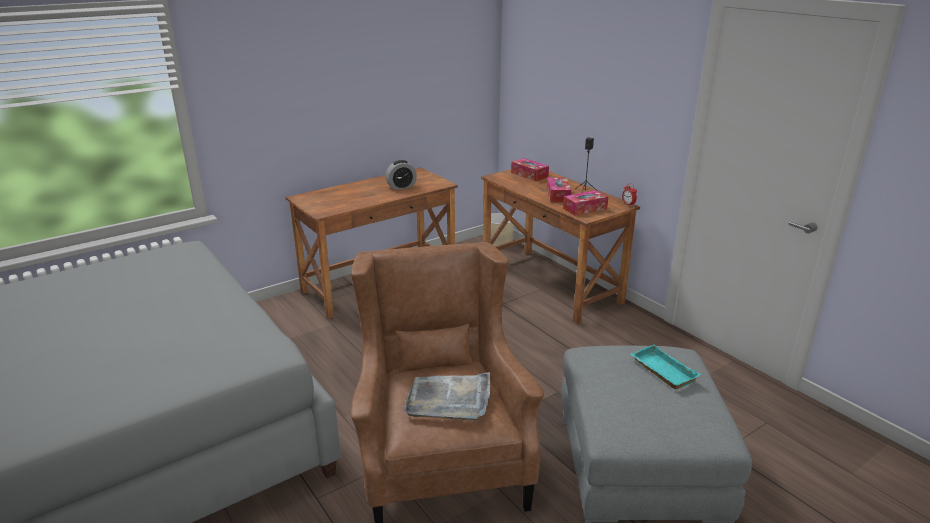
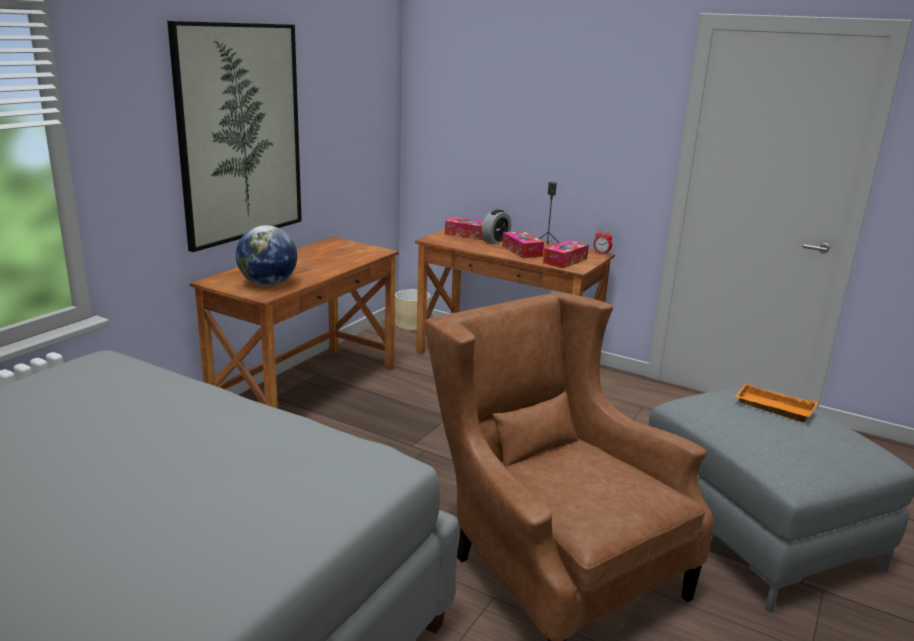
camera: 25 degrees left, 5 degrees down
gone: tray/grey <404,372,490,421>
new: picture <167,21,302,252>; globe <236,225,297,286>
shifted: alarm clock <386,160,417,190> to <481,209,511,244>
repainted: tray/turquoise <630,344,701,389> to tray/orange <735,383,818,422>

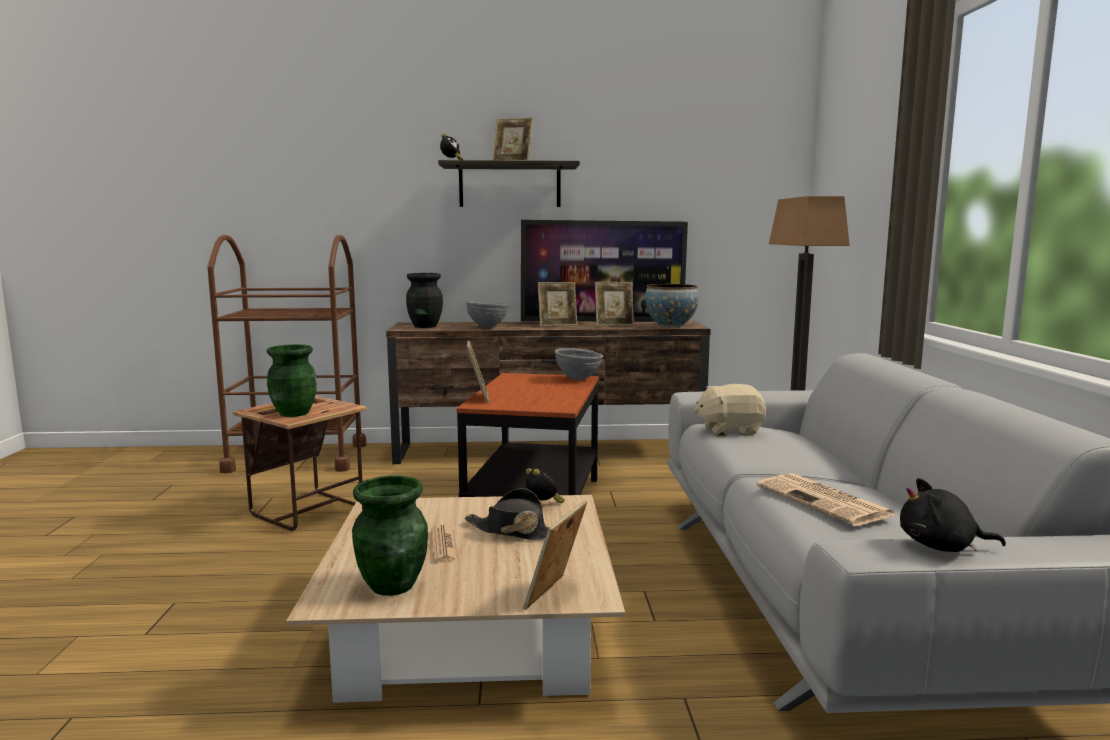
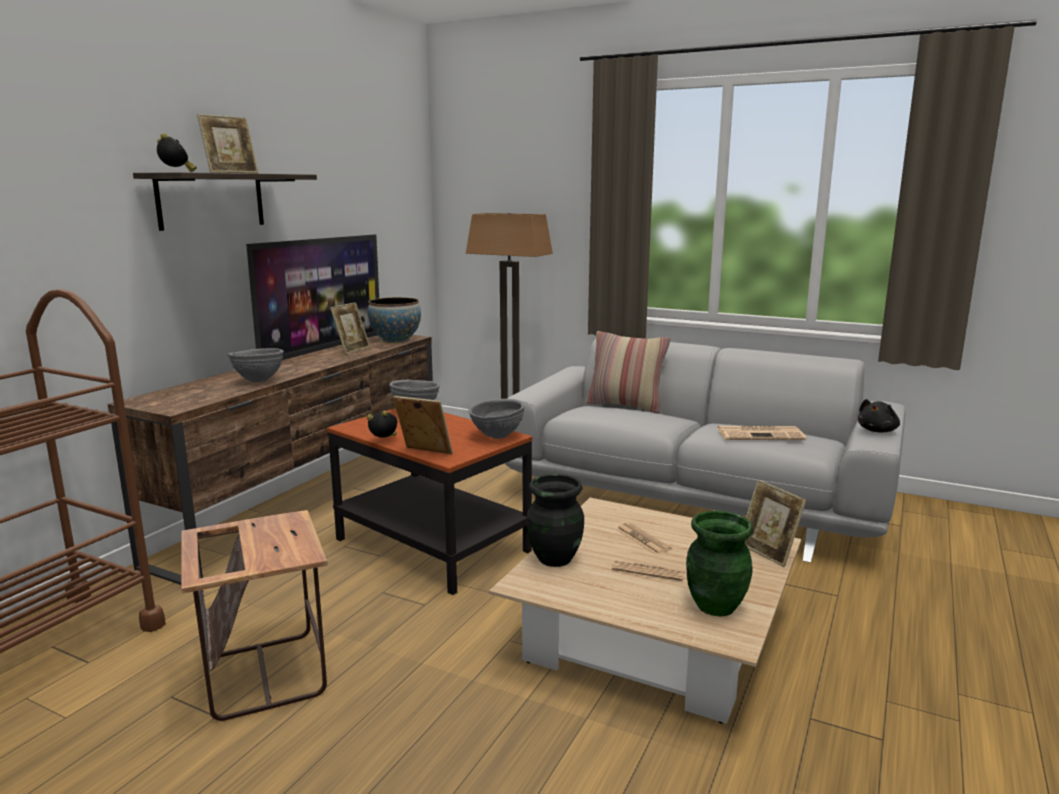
camera: 60 degrees left, 5 degrees up
gone: picture frame <538,282,578,327>; vase/green <267,344,317,417>; plush toy/beige <693,384,766,436>
new: pillow <586,331,670,414>; bowl/grey <468,399,525,439>
shifted: vase/black <406,273,443,328> to <527,474,584,567>; alarm clock <526,468,565,503> to <367,411,397,438>
swapped: hat/black <464,488,549,540> to newspaper <616,523,672,555>

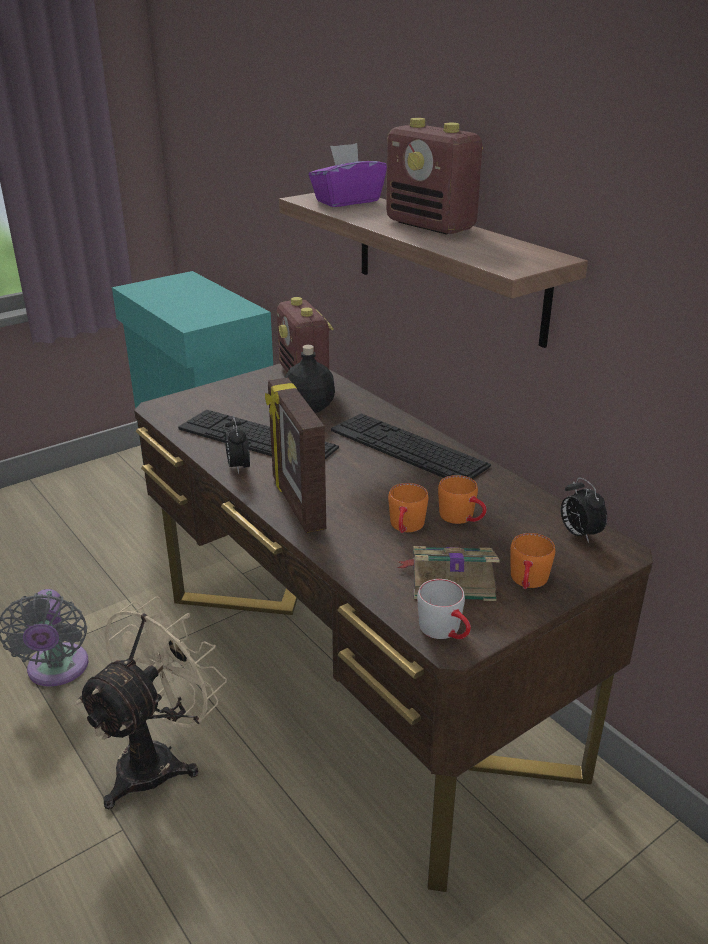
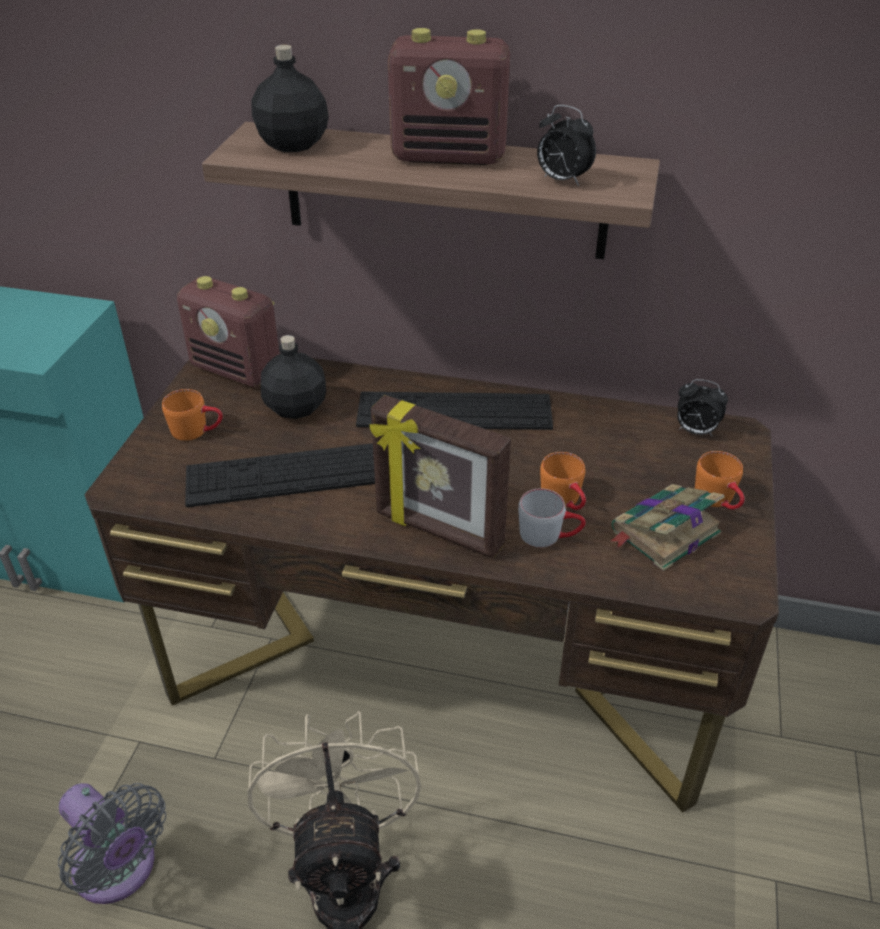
camera: 40 degrees left, 10 degrees up
shifted: alarm clock <225,415,250,474> to <537,105,596,186>; mug/orange <438,475,487,524> to <162,389,223,441>; mug/grey <417,579,471,639> to <518,488,586,547>
swapped: tissue box/purple <309,143,387,207> to bottle/black <252,45,329,152>

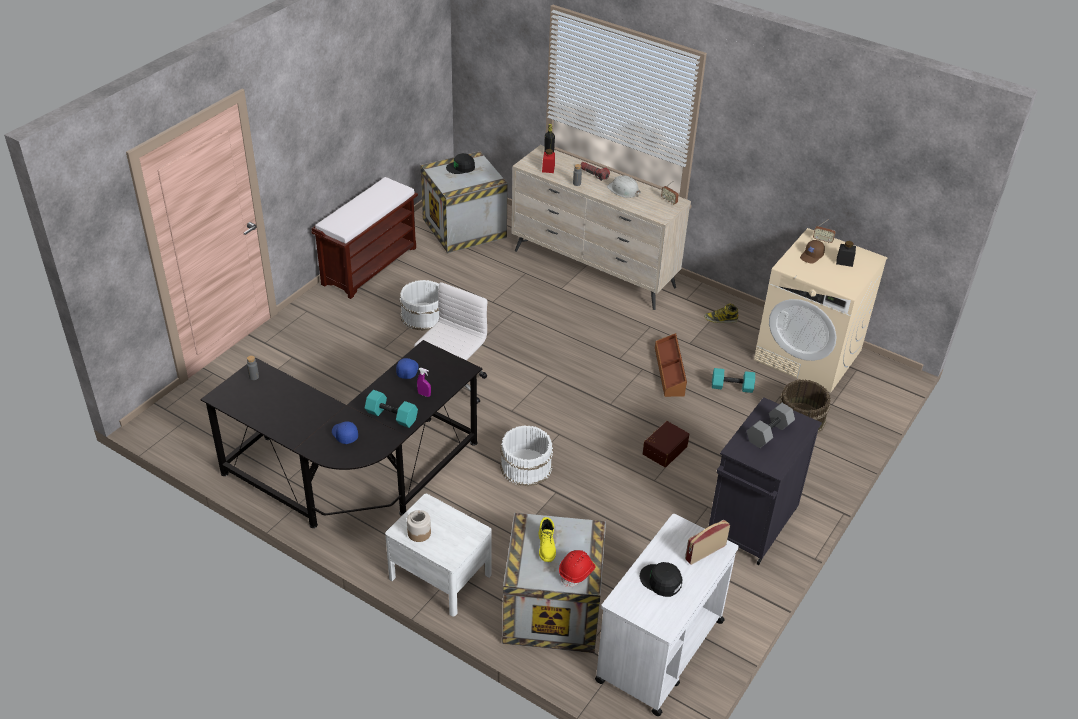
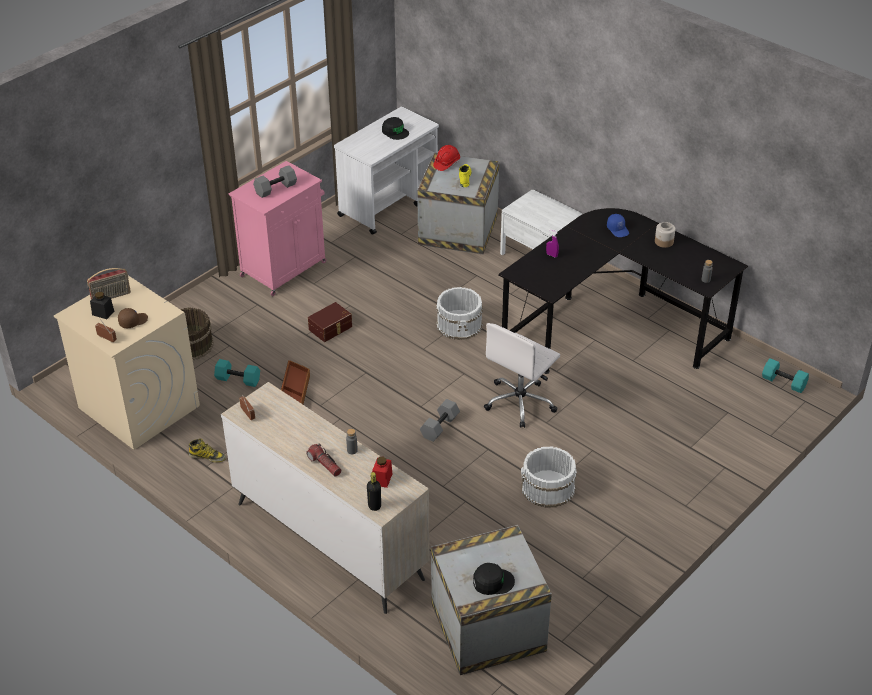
camera: 170 degrees left, 0 degrees up
gone: hard hat/white <607,175,641,198>; bench/brown <311,177,418,299>; cap/blue <396,358,419,379>
new: dumbbell/grey <420,399,460,442>
shifted: dumbbell/turquoise <365,390,418,428> to <762,358,809,393>; jar <407,510,431,542> to <655,222,676,248>; radio <685,520,730,565> to <87,268,131,300>
repainted: cabinet/black <708,397,822,565> to cabinet/pink <229,161,326,296>

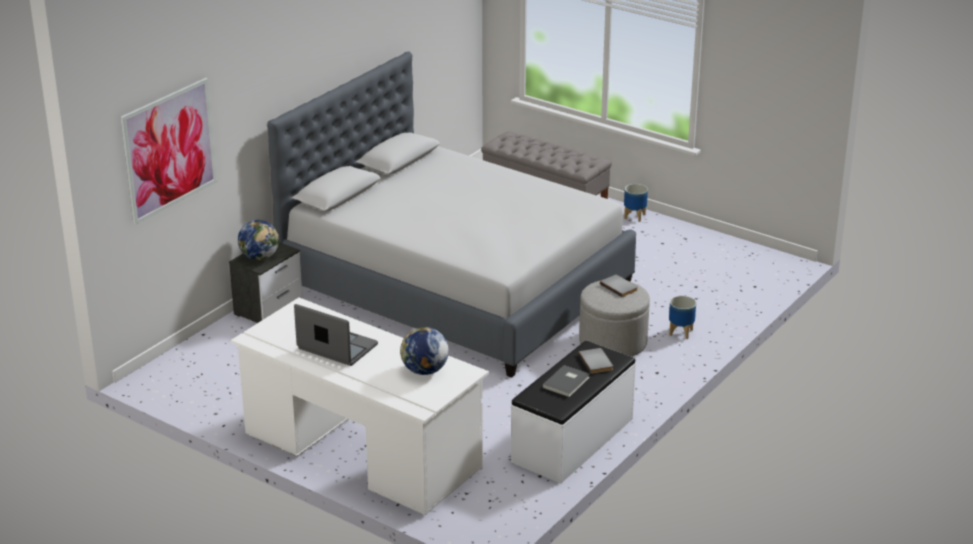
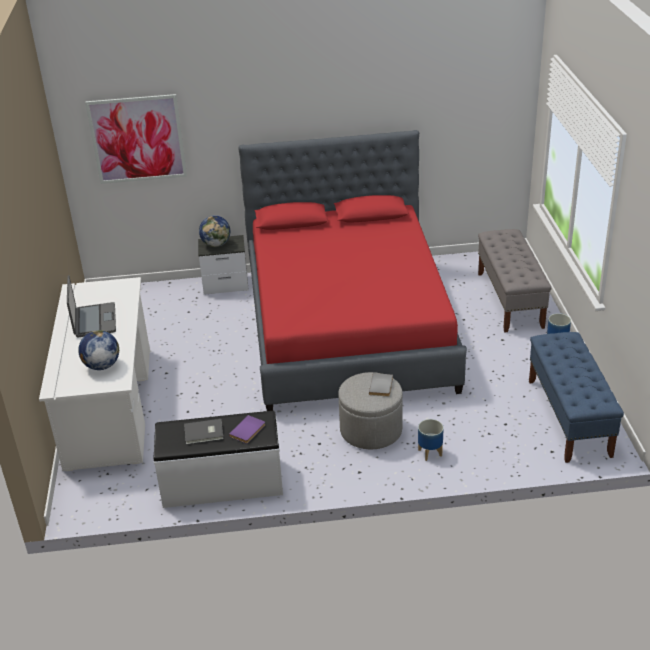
camera: 50 degrees right, 5 degrees up
new: bench/blue <529,332,624,463>
repainted: bed/grey <267,52,636,378> to bed/red <238,130,467,411>; book/grey <579,348,613,374> to book/purple <229,415,265,444>

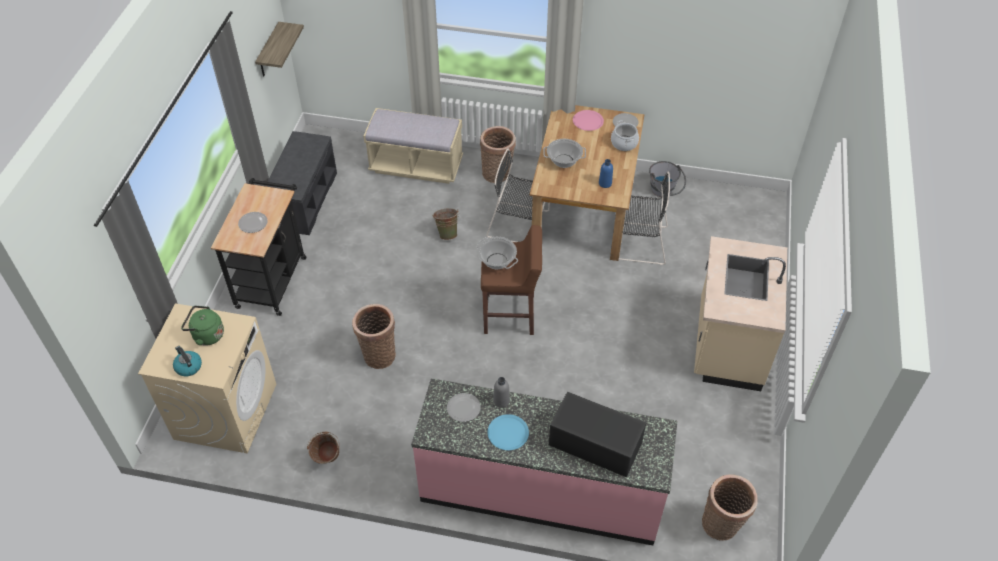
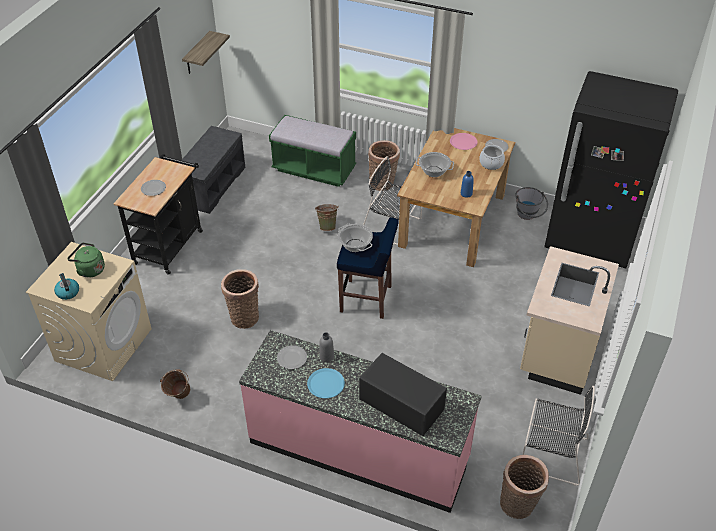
camera: 10 degrees right, 5 degrees down
new: fridge/black <544,71,678,268>
shifted: chair/black <615,172,670,265> to <522,386,595,486>
repainted: bench/beige <364,108,463,184> to bench/green <269,115,356,187>; stool/brown <481,225,542,335> to stool/blue <337,217,398,319>

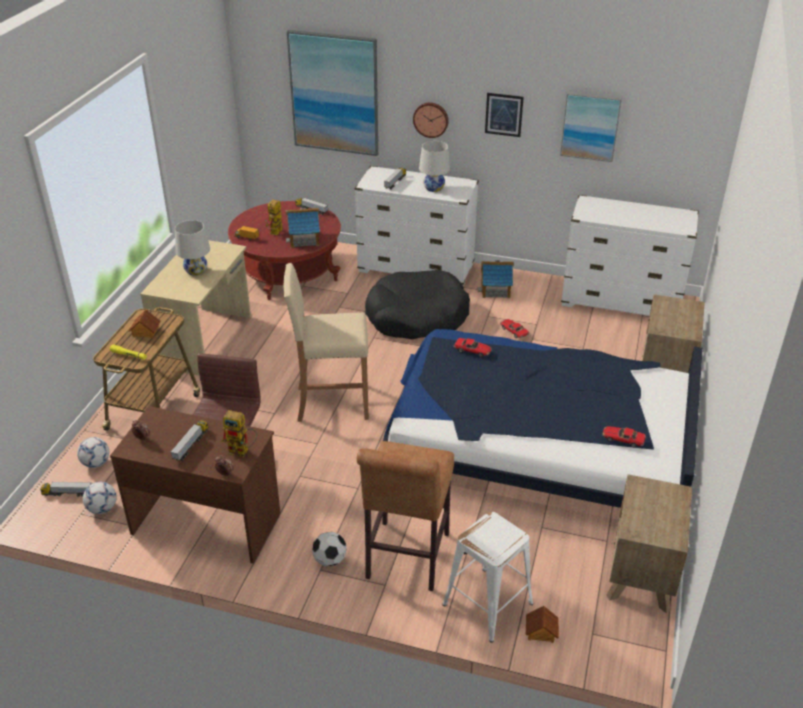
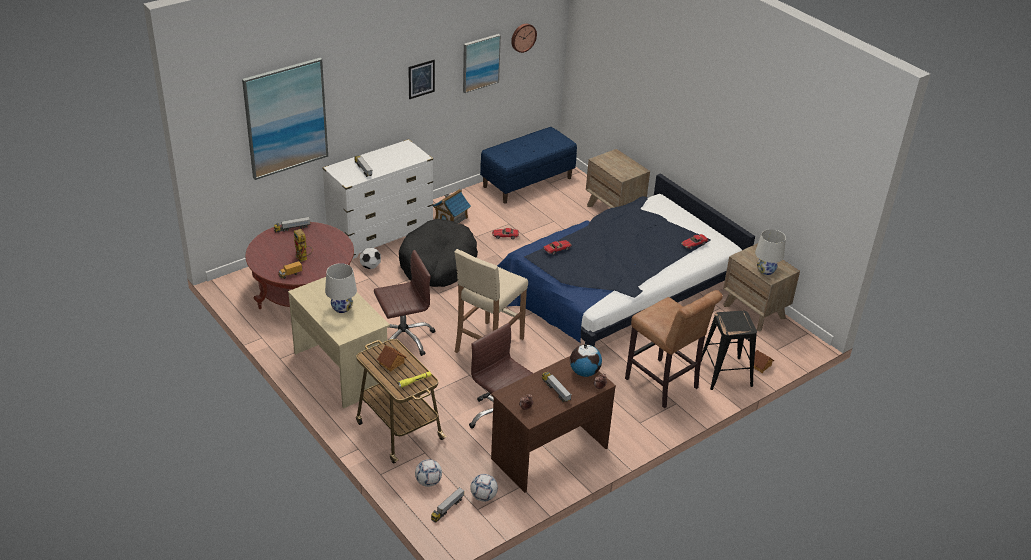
camera: 55 degrees left, 0 degrees up
gone: toy house <286,208,320,248>
new: office chair/brown <374,250,435,356>
shifted: wall clock <413,102,449,138> to <511,24,537,53>; table lamp/white <419,141,450,192> to <755,229,786,275>; football <312,532,347,567> to <360,247,381,269>
swapped: dresser/white <561,195,699,316> to bench/blue <480,127,577,204>; toy robot <222,410,257,457> to globe <570,344,602,377>
repainted: stool/white <443,511,533,643> to stool/black <701,311,757,390>

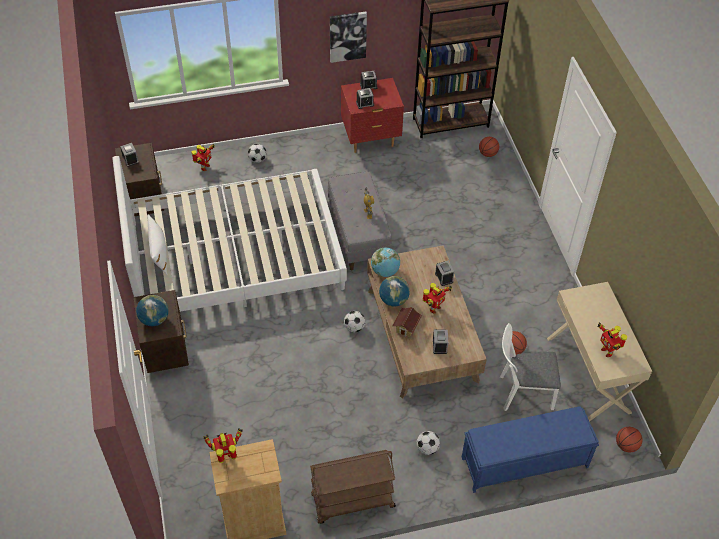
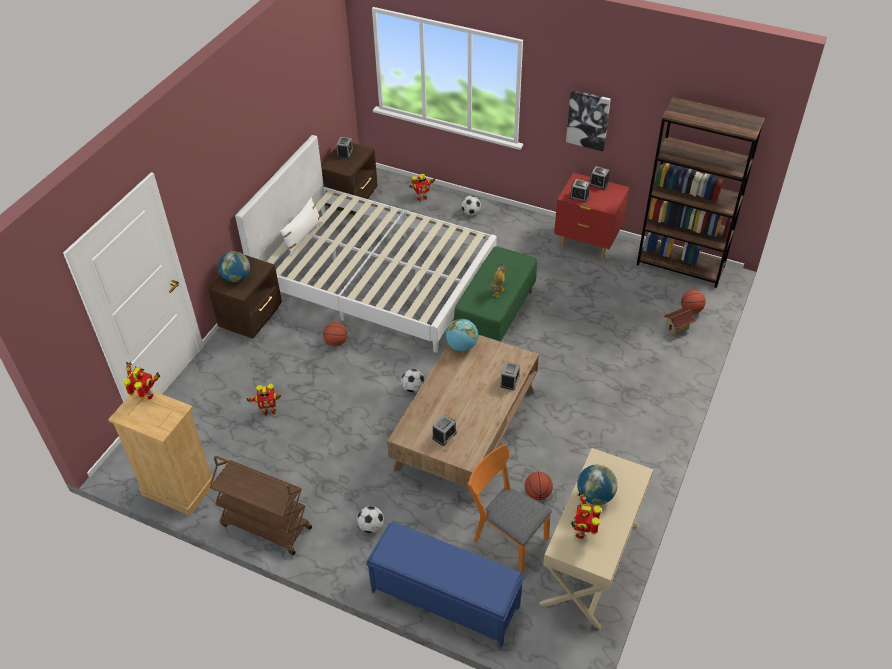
camera: 40 degrees right, 5 degrees down
shifted: globe <379,276,410,307> to <577,465,617,505>; toy robot <423,283,452,314> to <246,384,281,416>; toy house <392,307,422,337> to <664,308,696,335>; basketball <616,427,643,452> to <323,322,347,346>
repainted: bench/grey <328,171,392,270> to bench/green <454,246,537,342>; chair/white <500,323,561,411> to chair/orange <468,444,552,572>

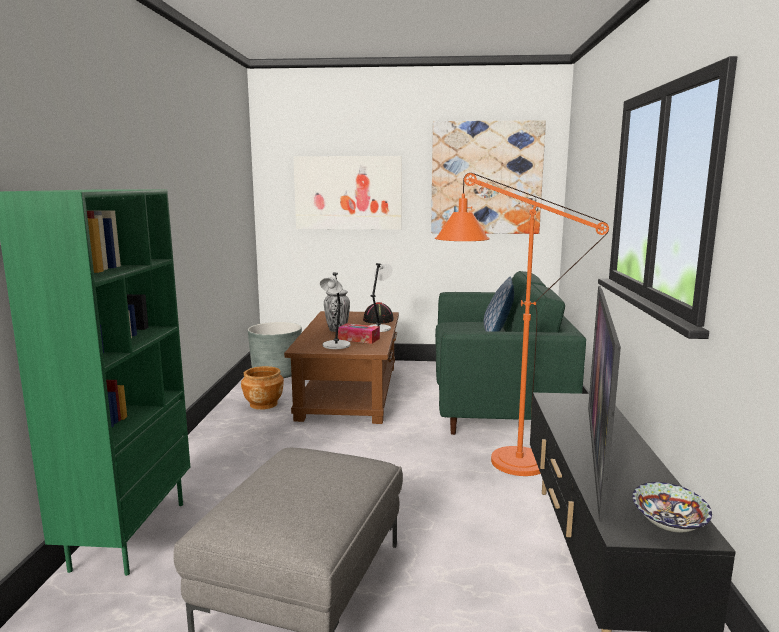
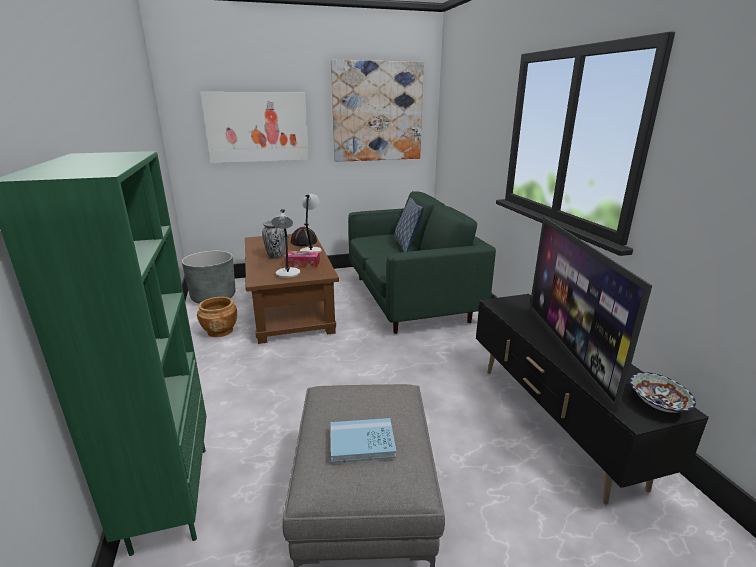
camera: 20 degrees left, 10 degrees up
gone: floor lamp/orange <435,173,609,476>
new: book/blue <331,418,396,463>

